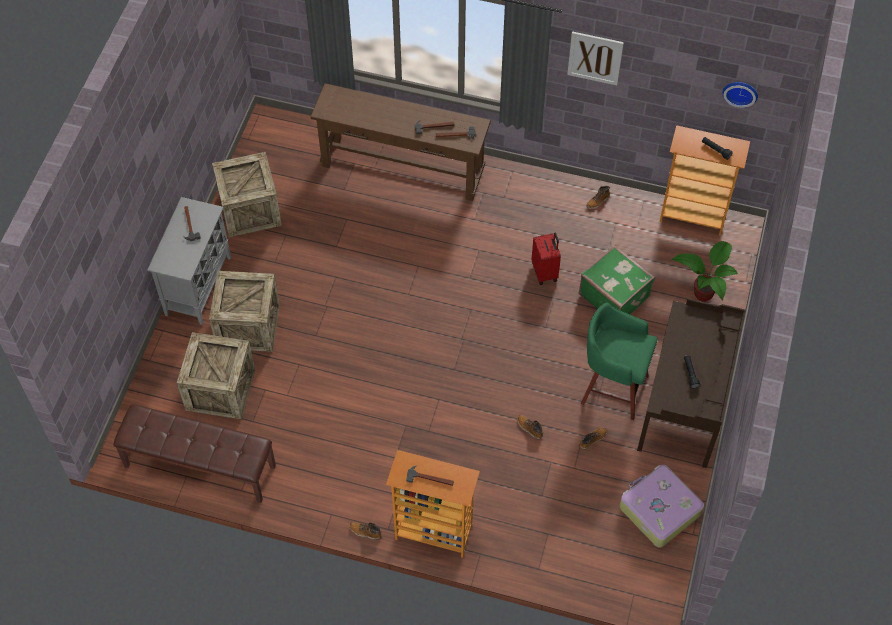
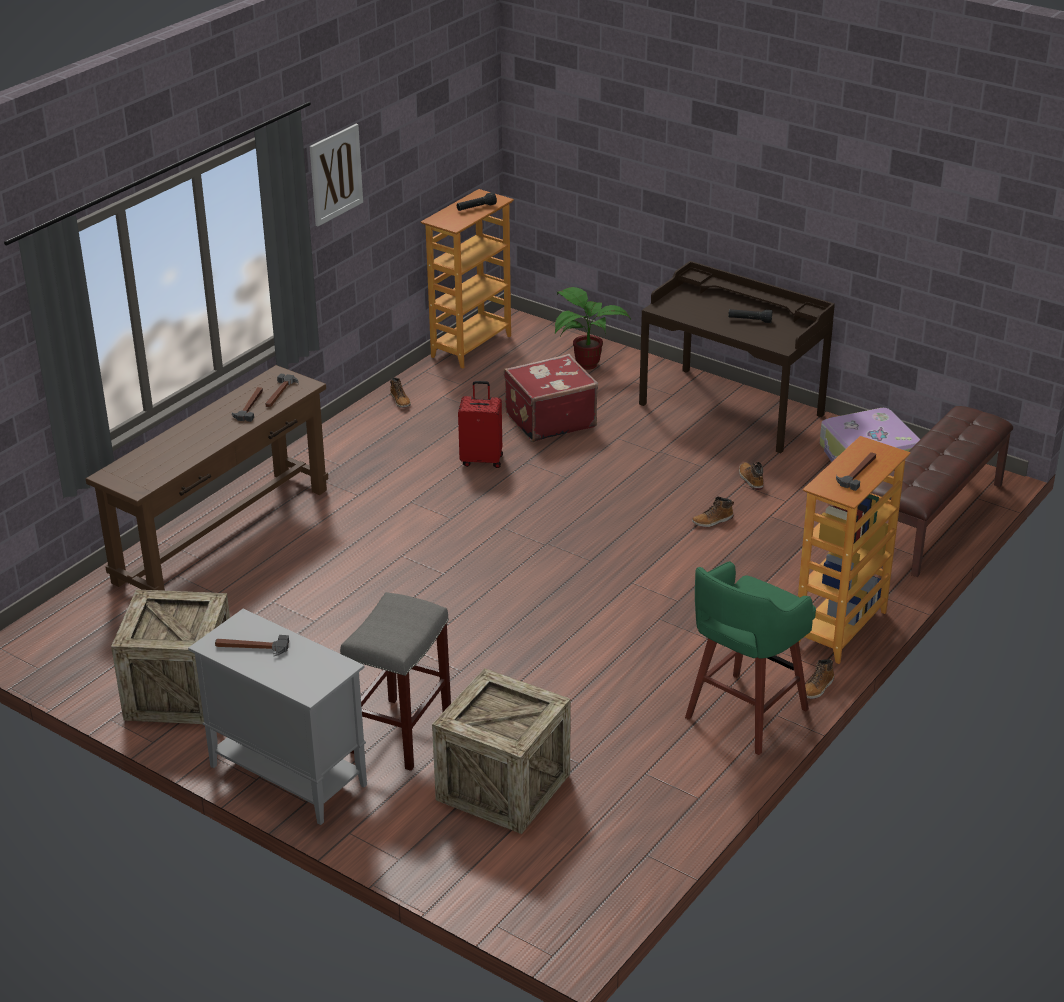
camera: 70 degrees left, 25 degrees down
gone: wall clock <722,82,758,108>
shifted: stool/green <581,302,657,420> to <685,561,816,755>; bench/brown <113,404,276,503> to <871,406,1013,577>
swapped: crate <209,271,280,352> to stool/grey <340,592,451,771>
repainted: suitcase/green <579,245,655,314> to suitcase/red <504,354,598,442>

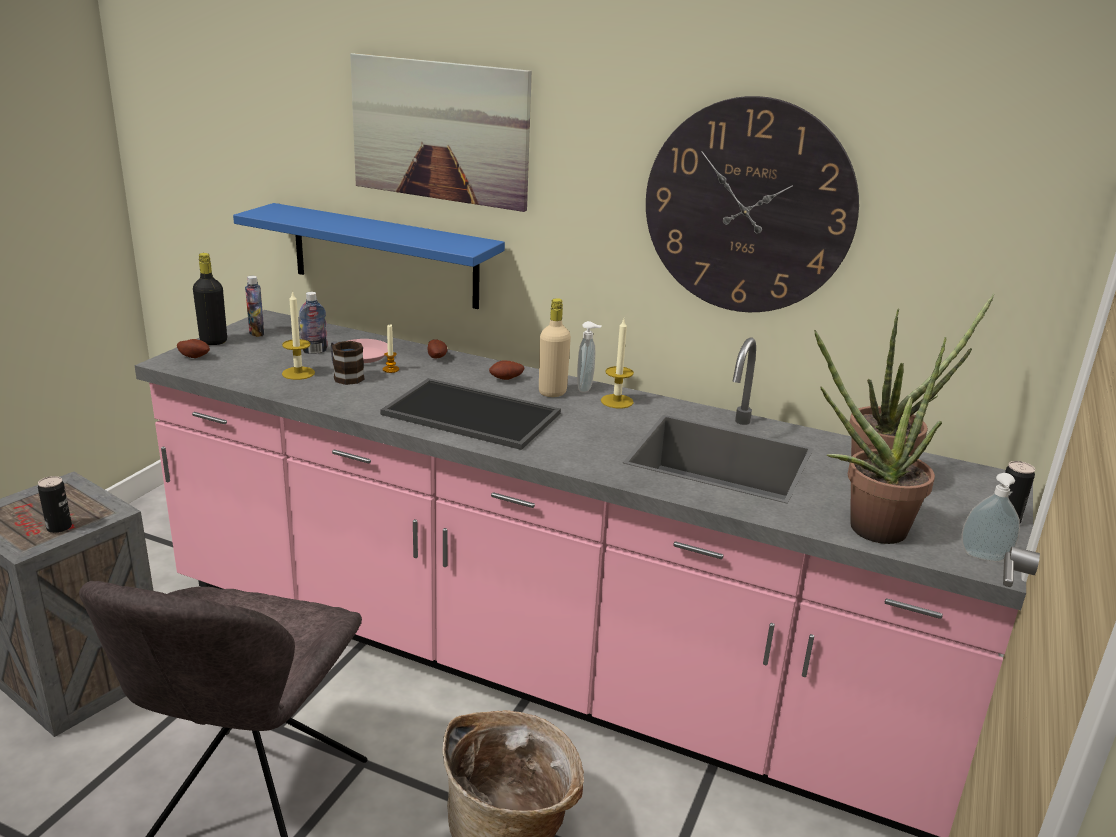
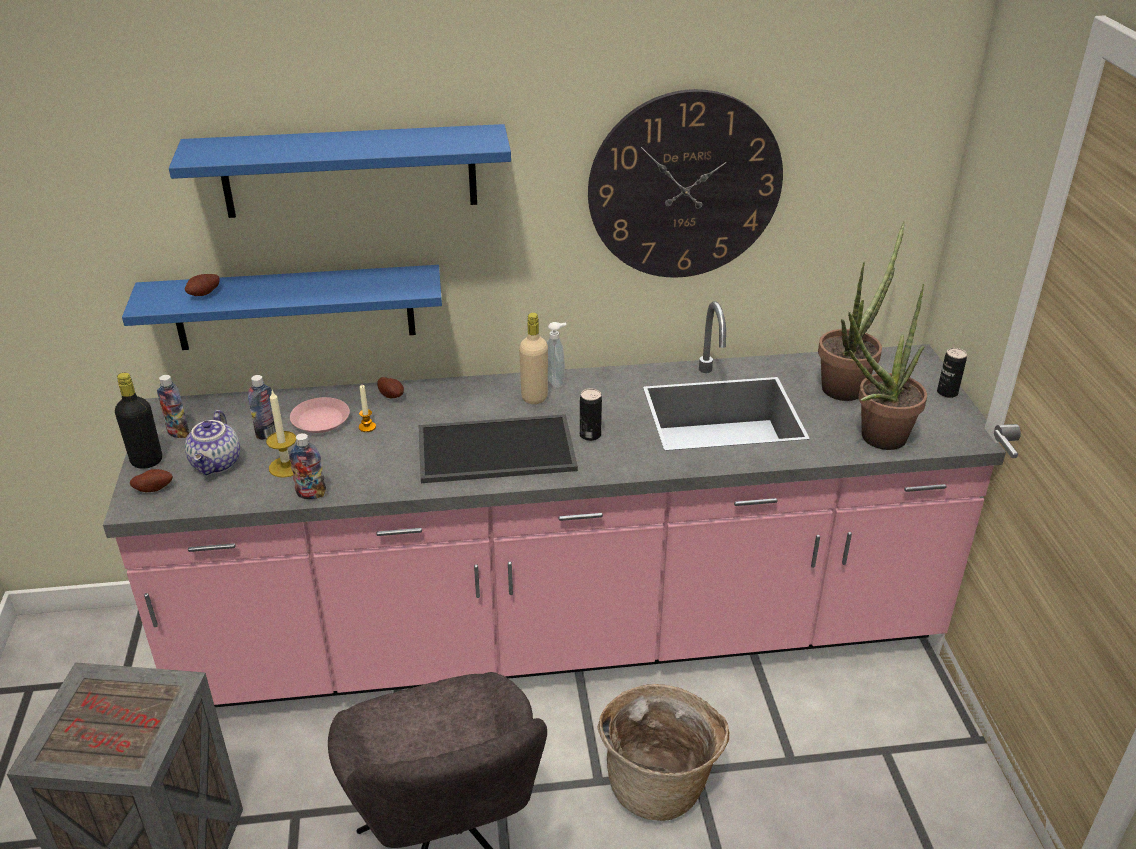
camera: 30 degrees left, 10 degrees up
gone: candle <601,319,634,408>; mug <331,341,365,385>; soap dispenser <962,473,1020,562>
new: teapot <185,410,240,475>; bottle <289,433,326,499>
shifted: potato <489,361,525,380> to <185,274,220,296>; can <38,476,72,533> to <580,389,602,441>
swapped: picture <350,53,532,212> to shelf/blue <169,124,511,218>

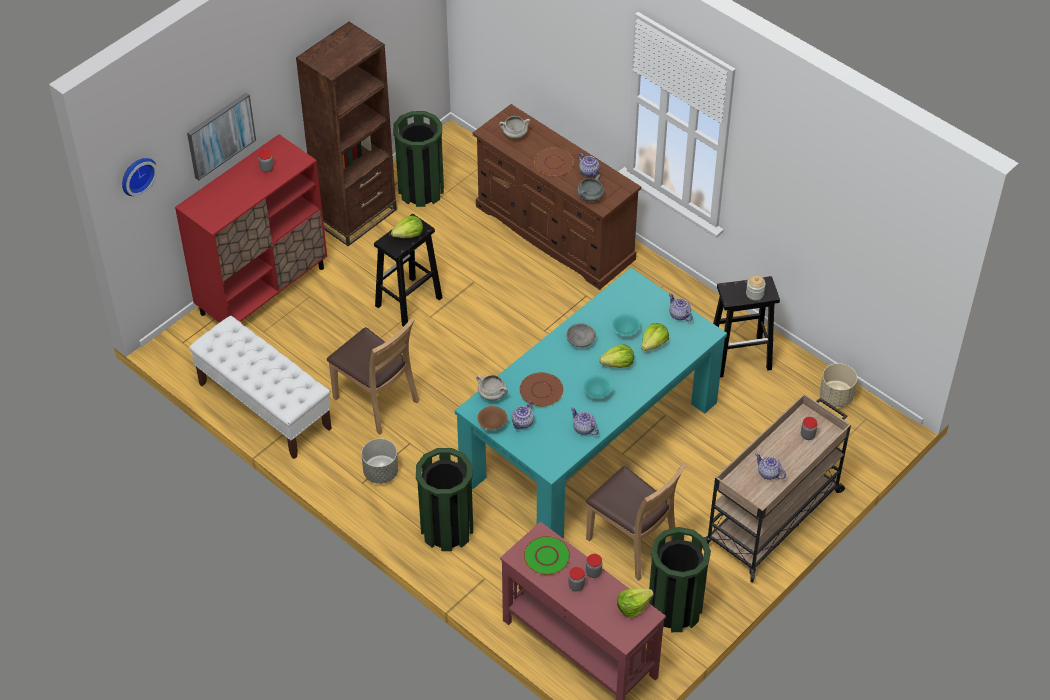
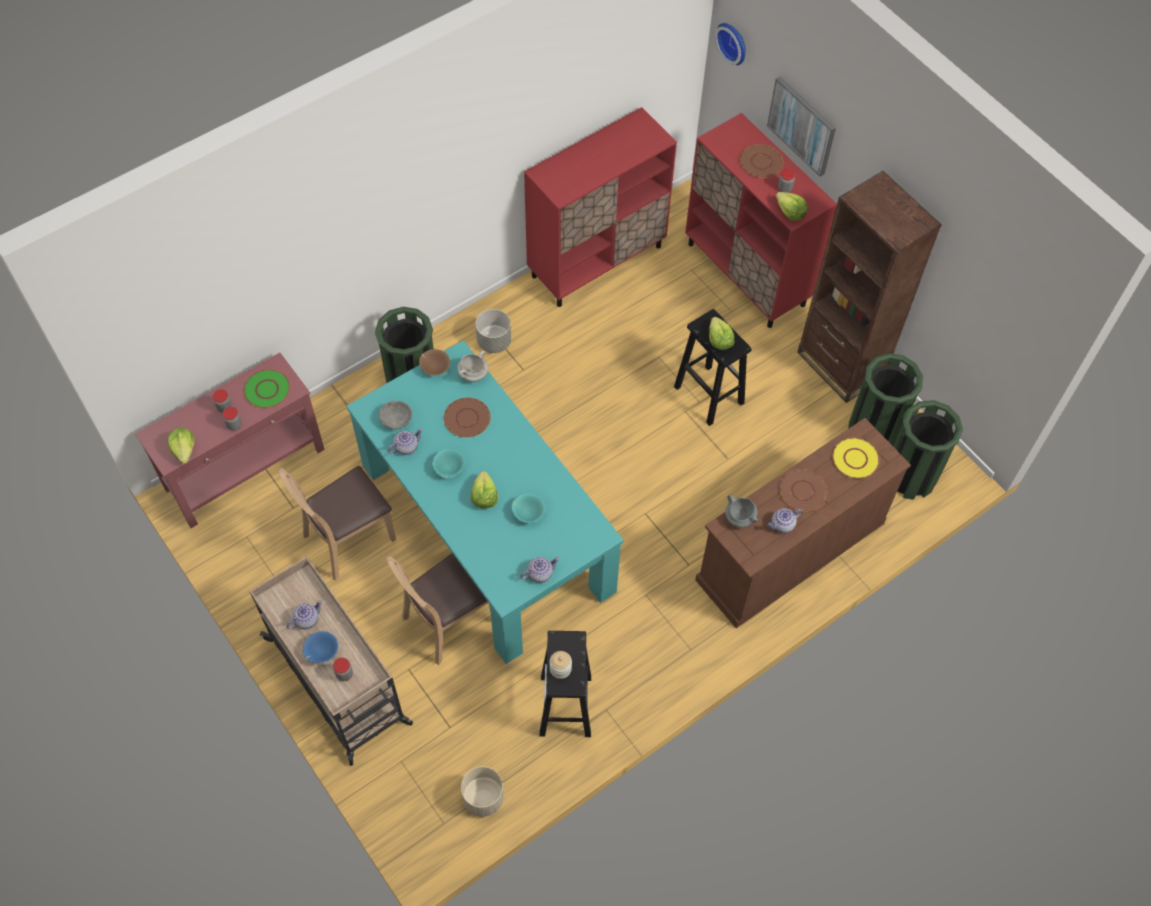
camera: 100 degrees right, 10 degrees up
gone: teapot <512,401,534,430>
new: plate/brown <740,144,783,178>; bowl/blue <303,631,338,663>
shifted: chair/brown <327,318,419,435> to <386,553,491,665>; bowl/grey <566,323,596,348> to <379,401,412,430>; lettuce <641,323,669,351> to <776,192,808,221>; trash can/green <649,527,711,632> to <893,400,963,500>
swapped: cooking pot/white <499,116,530,139> to plate/yellow <832,438,880,479>; bench/white <189,316,332,459> to cabinet/red <524,107,677,307>

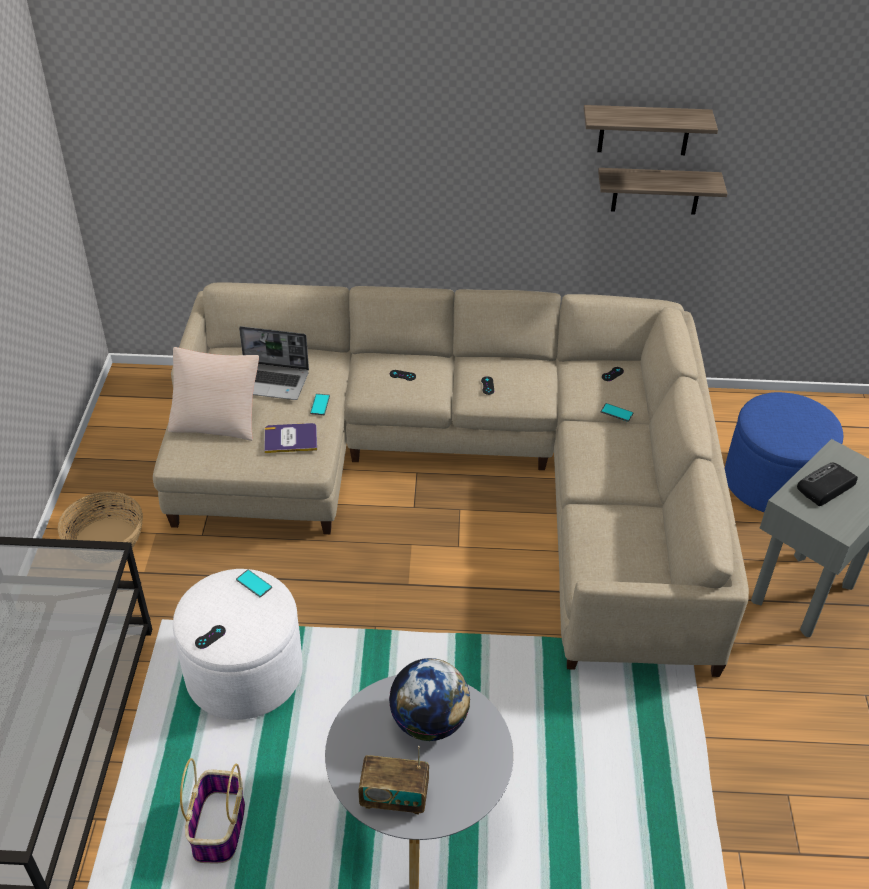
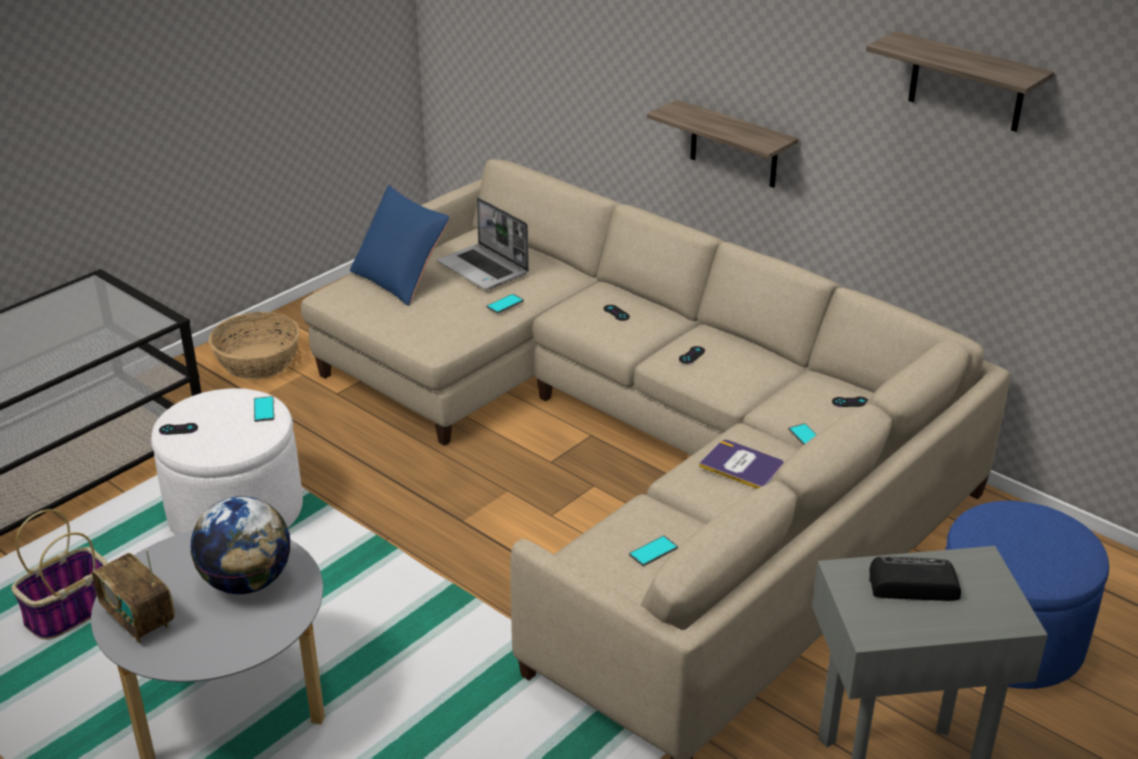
camera: 40 degrees right, 10 degrees down
new: phone <629,535,678,566>
shifted: shelf <598,168,728,215> to <647,100,798,188>; book <264,423,317,453> to <699,440,784,489>
repainted: pillow/beige <168,347,259,441> to pillow/blue <350,185,450,306>

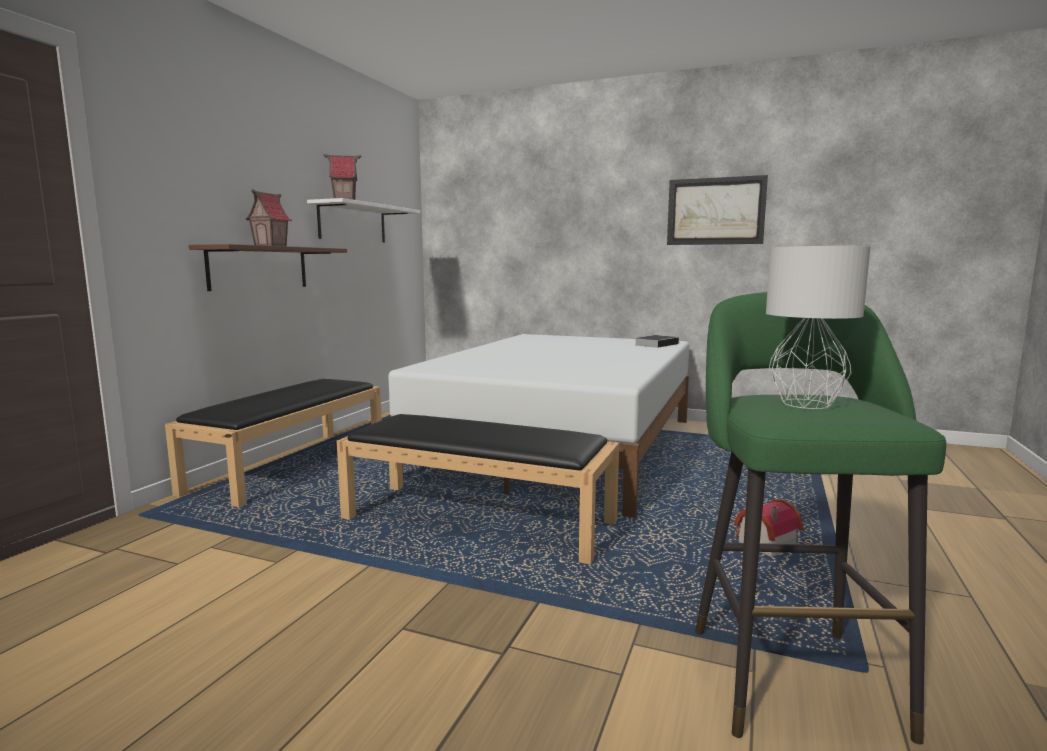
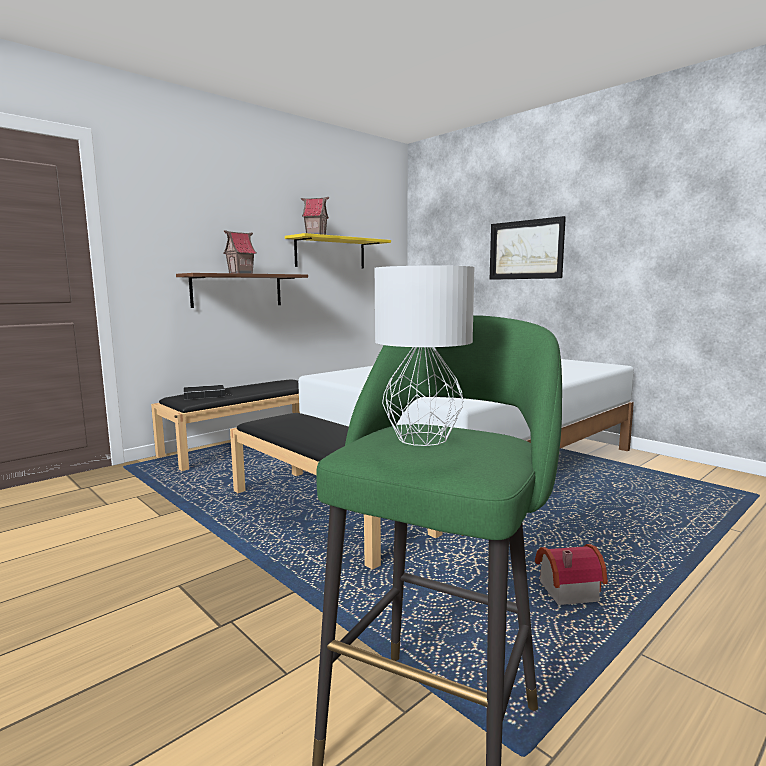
camera: 25 degrees right, 0 degrees up
shifted: picture <667,175,768,245> to <489,216,566,280>; book <636,335,680,348> to <184,385,230,400>
repainted: shelf/white <307,198,420,242> to shelf/yellow <285,233,391,268>

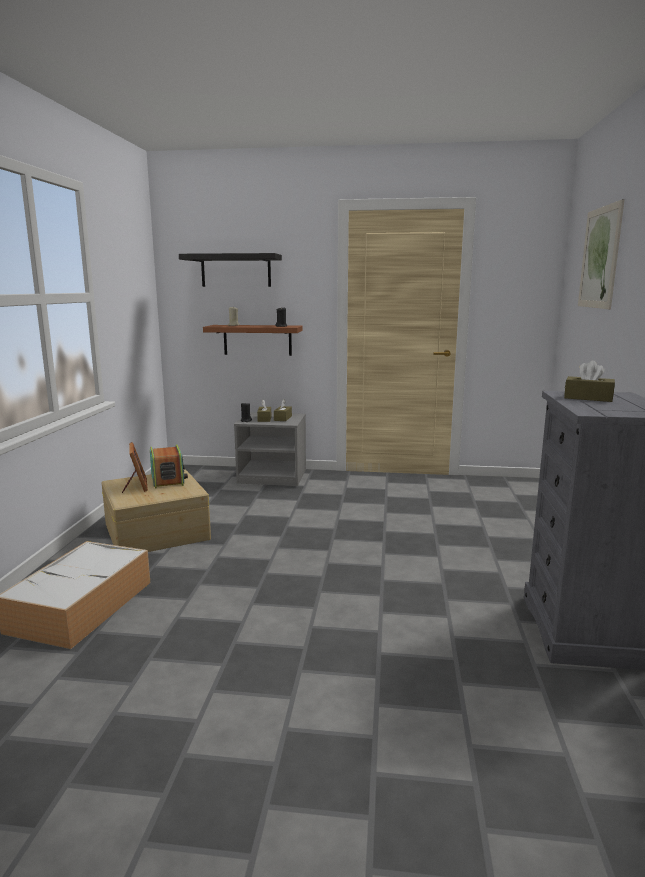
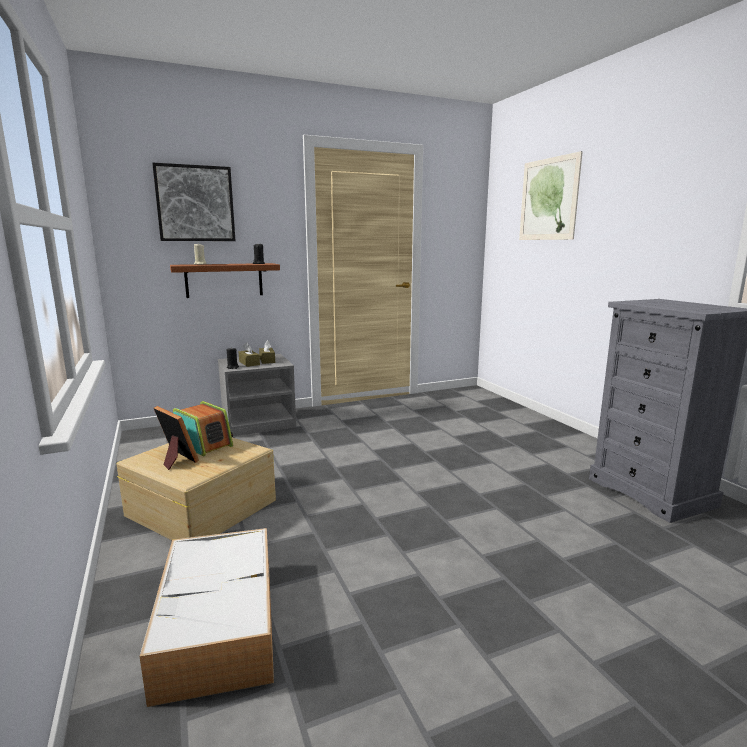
camera: 30 degrees left, 0 degrees up
gone: tissue box/brown <564,361,615,402>
swapped: shelf/black <179,253,282,287> to picture <152,163,235,241>

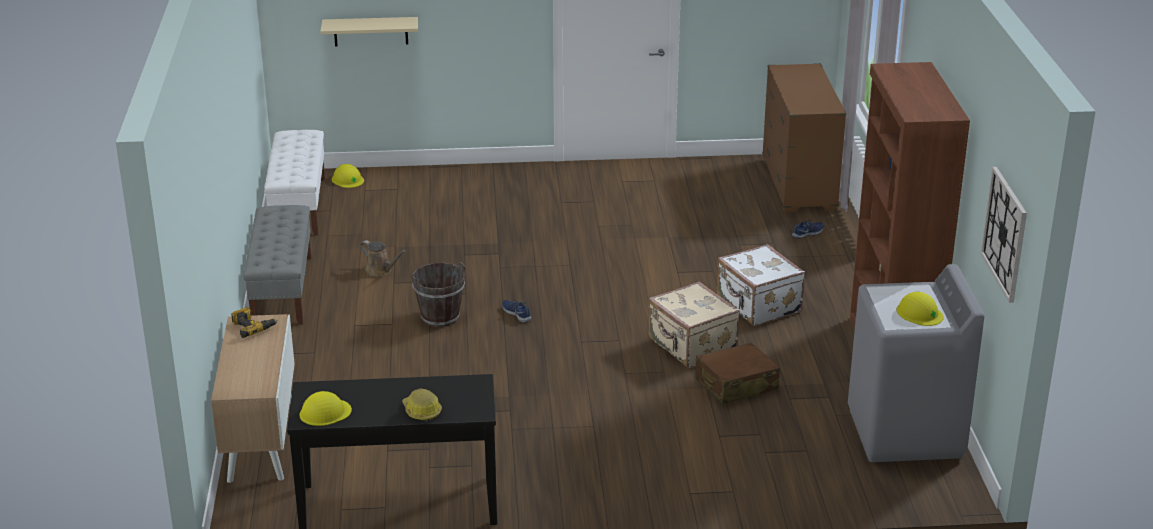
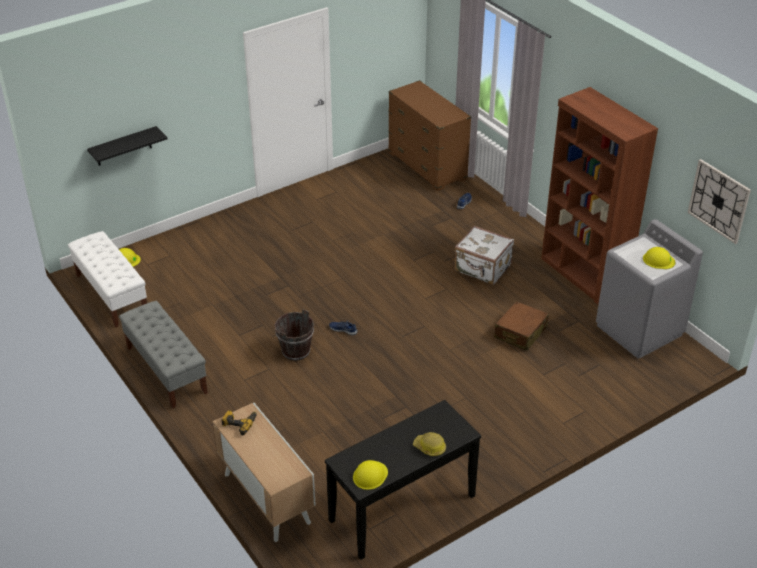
camera: 30 degrees left, 10 degrees up
gone: watering can/brown <360,240,406,276>; suitcase/beige <648,282,740,368>
repainted: shelf/beige <320,17,418,47> to shelf/black <87,126,167,166>

